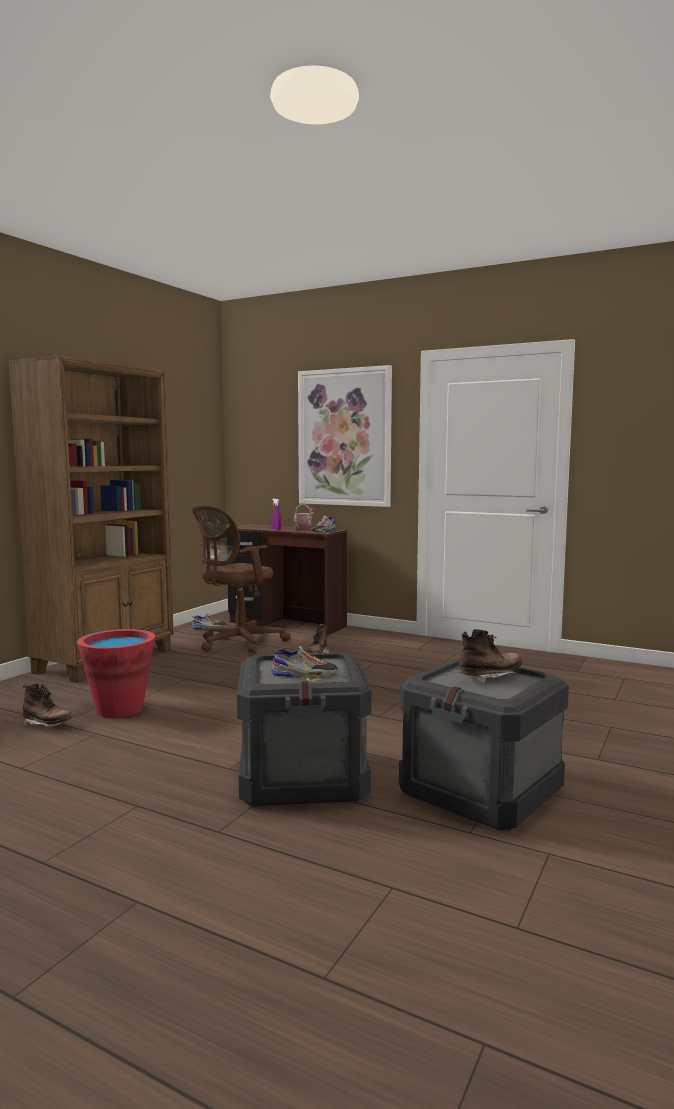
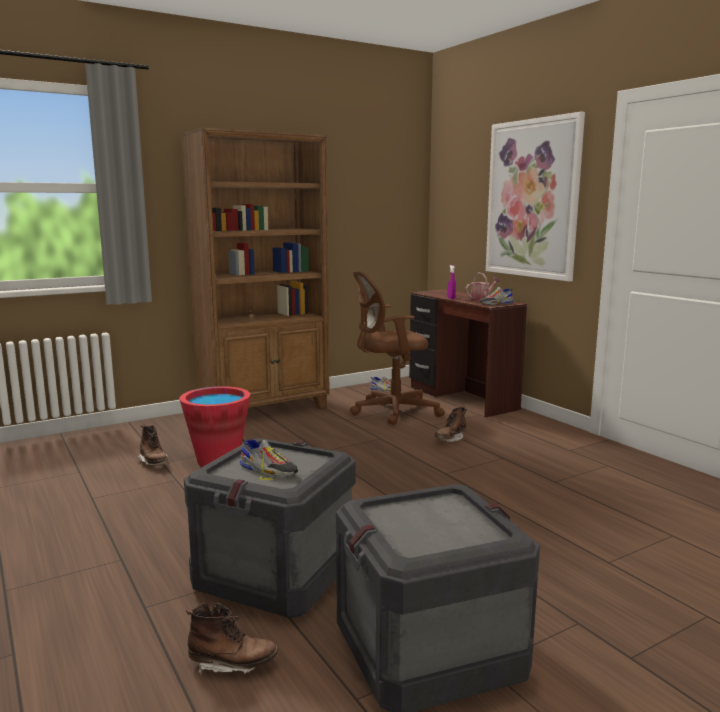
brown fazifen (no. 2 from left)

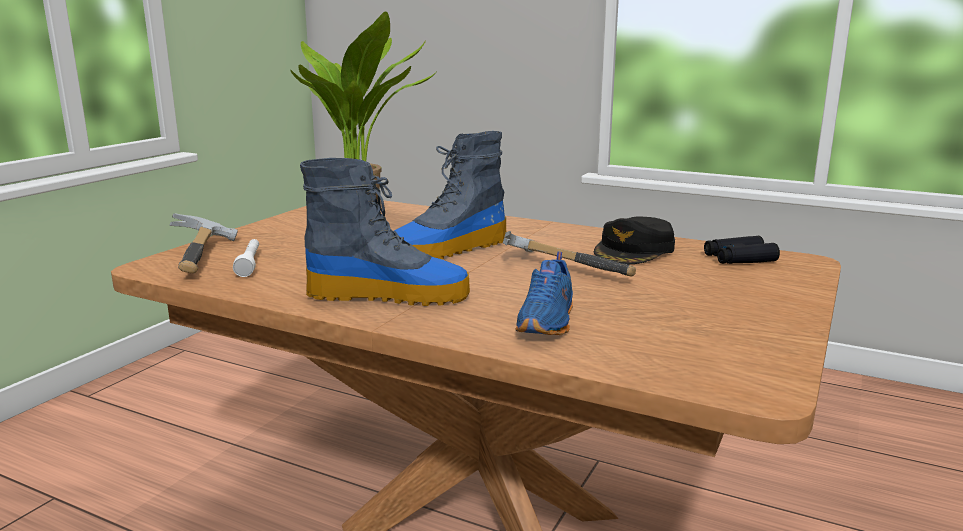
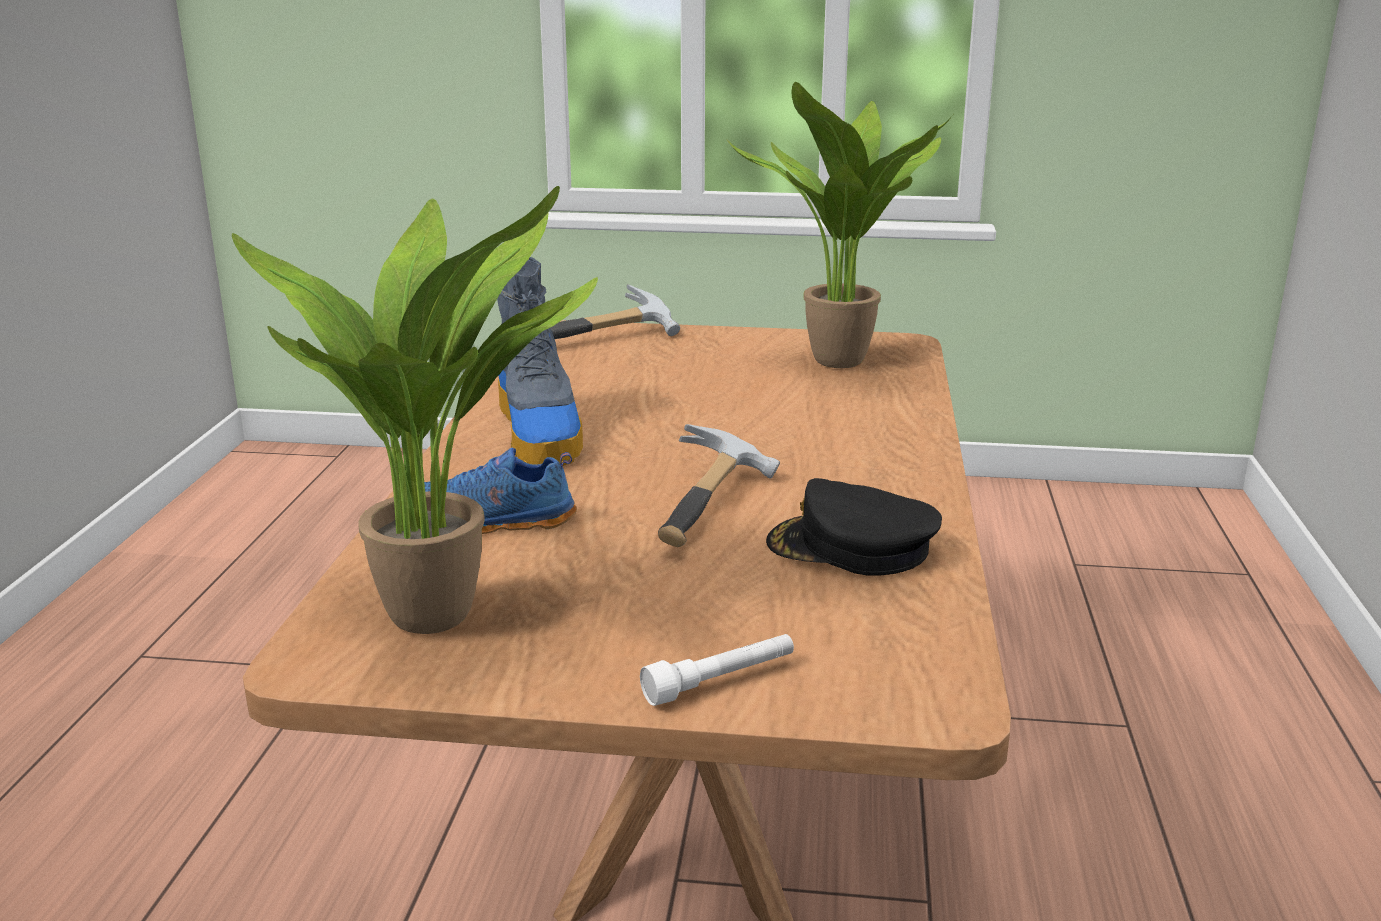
fazifen (no. 2 from left in the first image)
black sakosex
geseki (no. 1 from left)
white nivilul

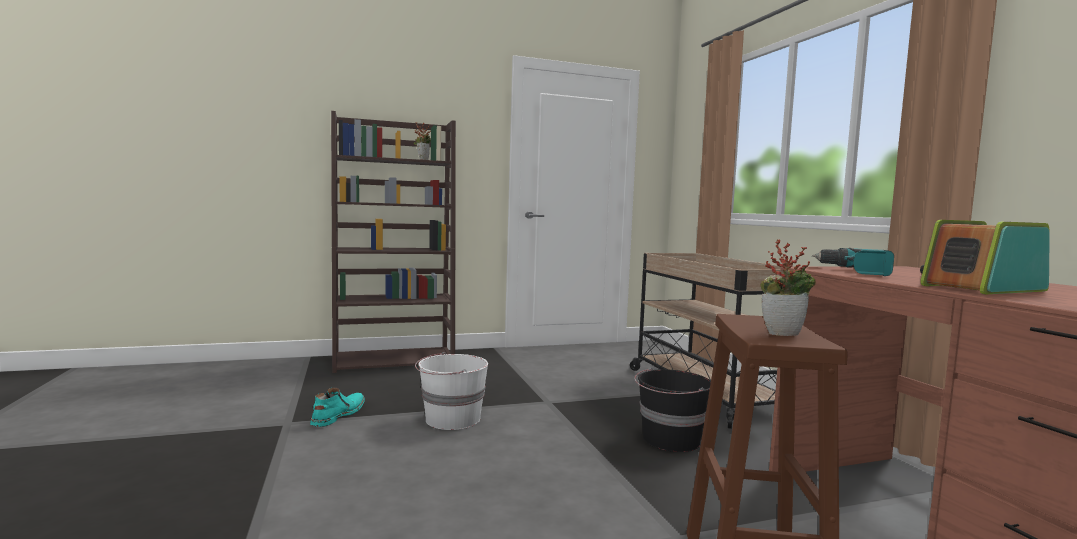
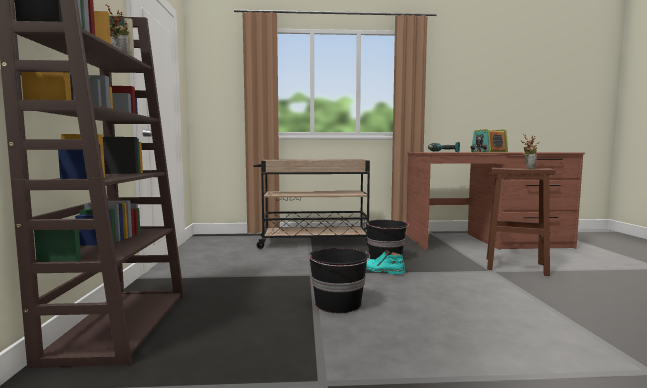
turquoise fazifen
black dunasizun (no. 1 from left)

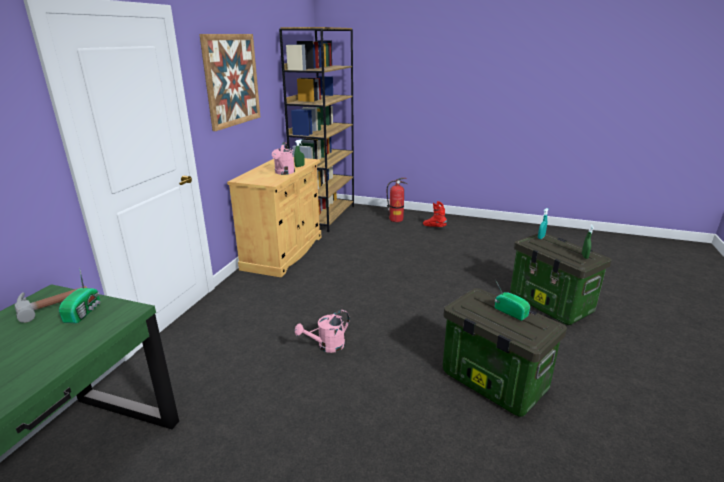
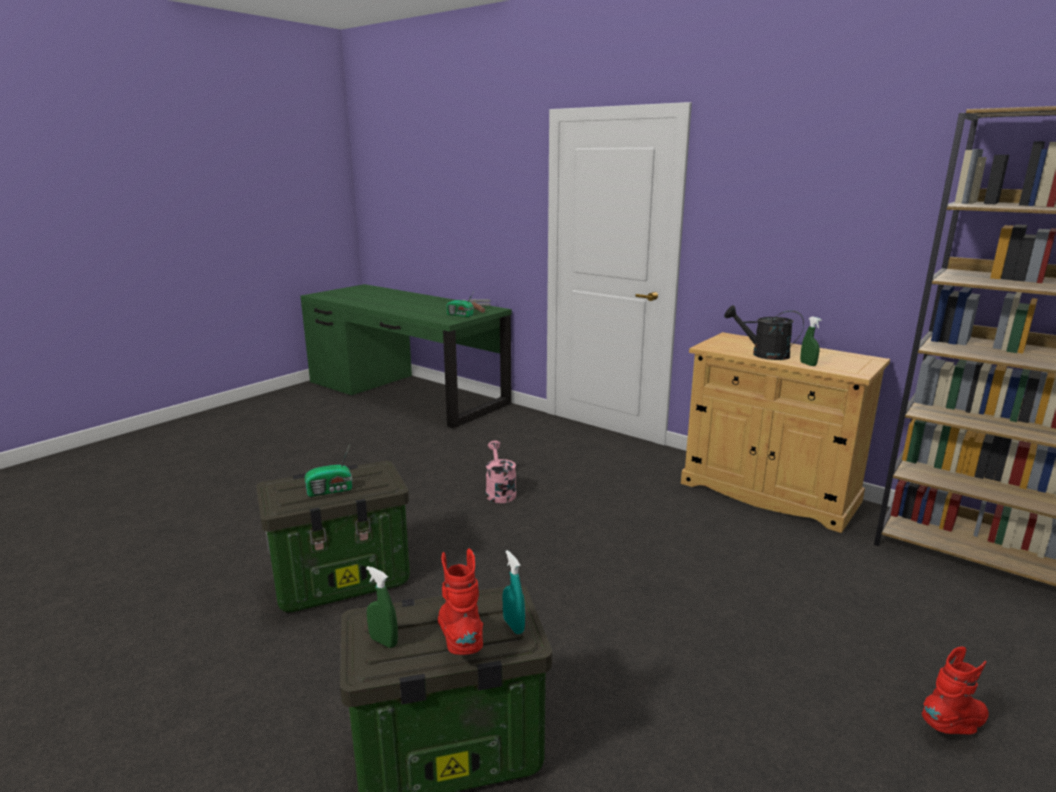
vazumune
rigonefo
red fazifen (no. 1 from left)
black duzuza

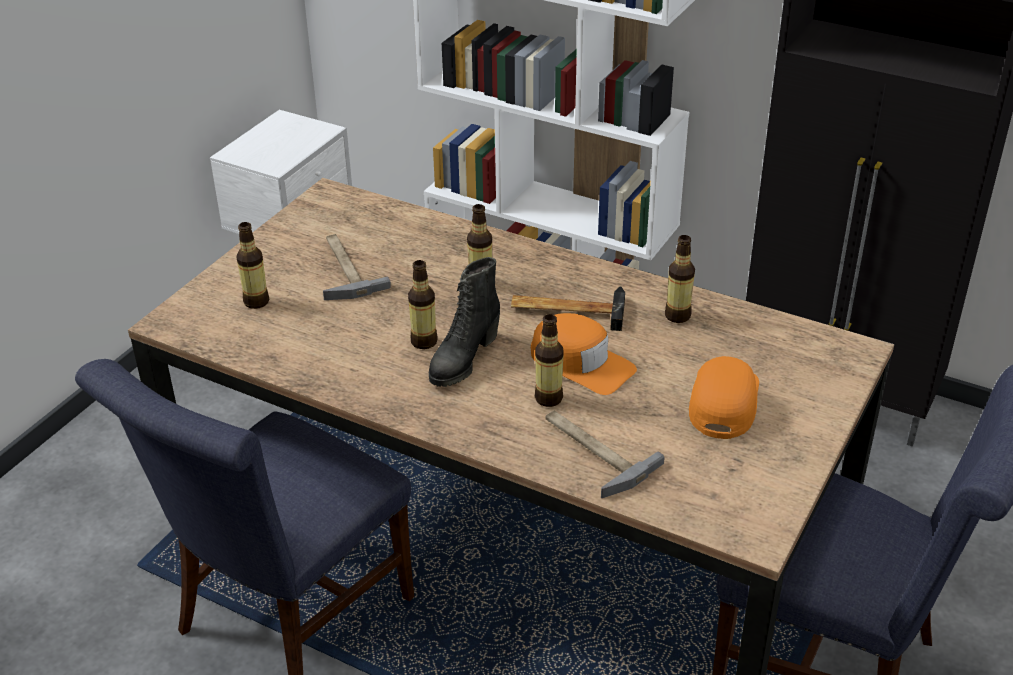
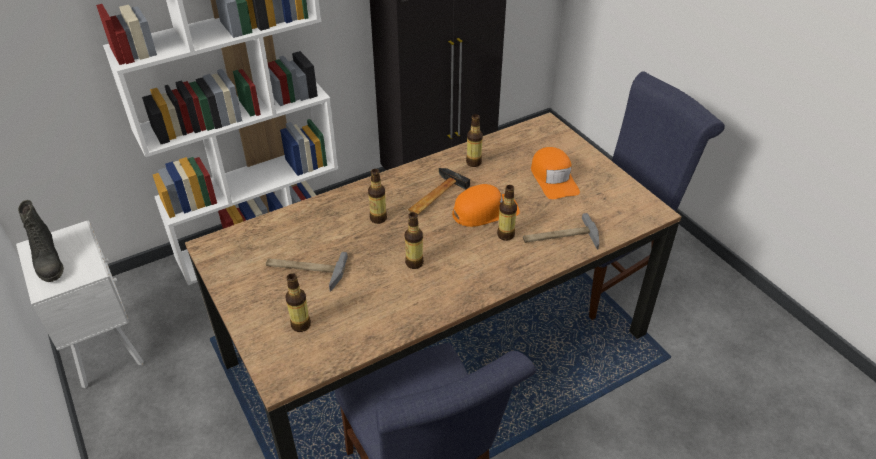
black fazifen
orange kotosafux (no. 2 from left)

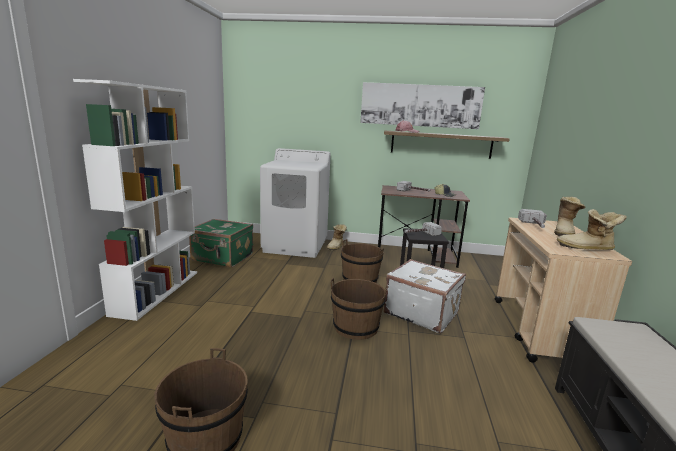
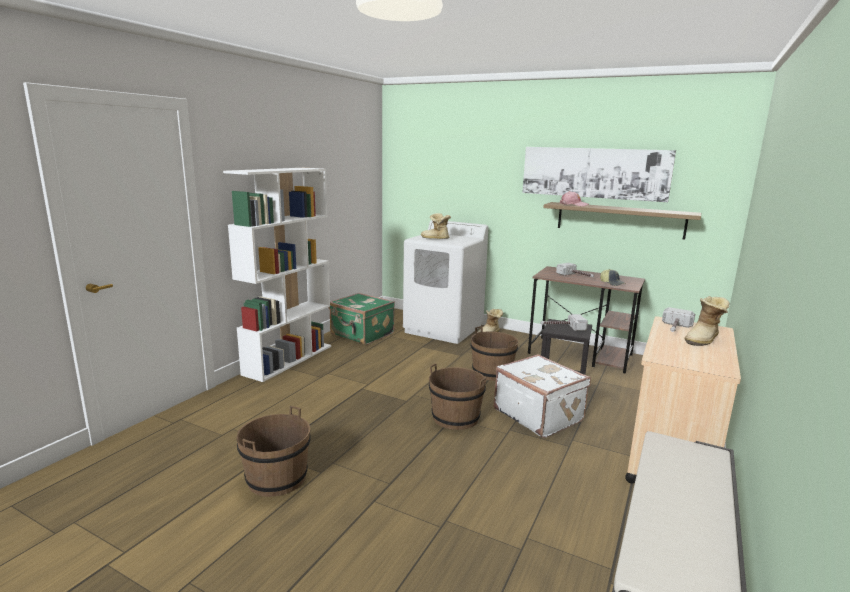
fazifen (no. 1 from left)

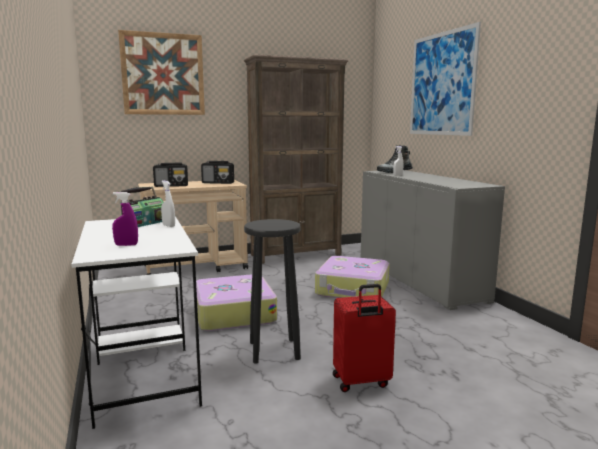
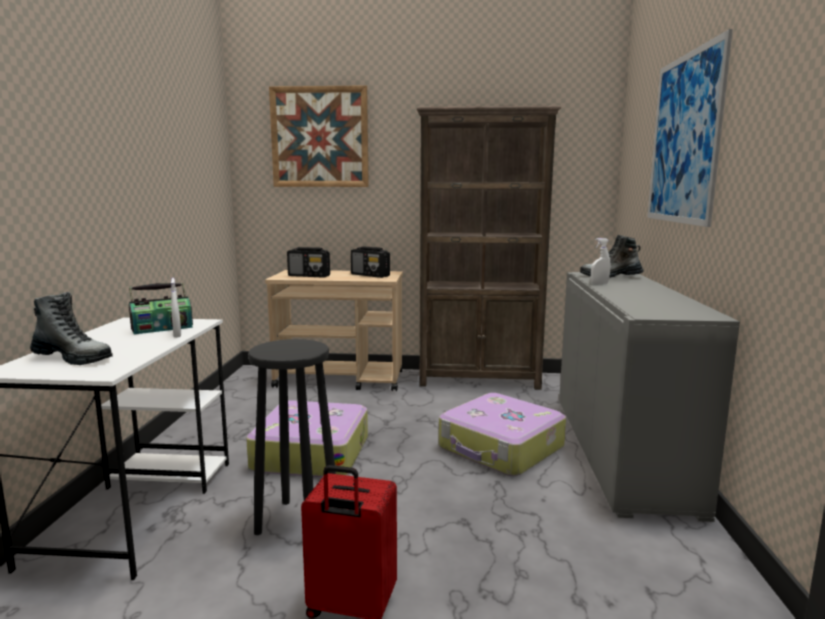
fazifen (no. 1 from left)

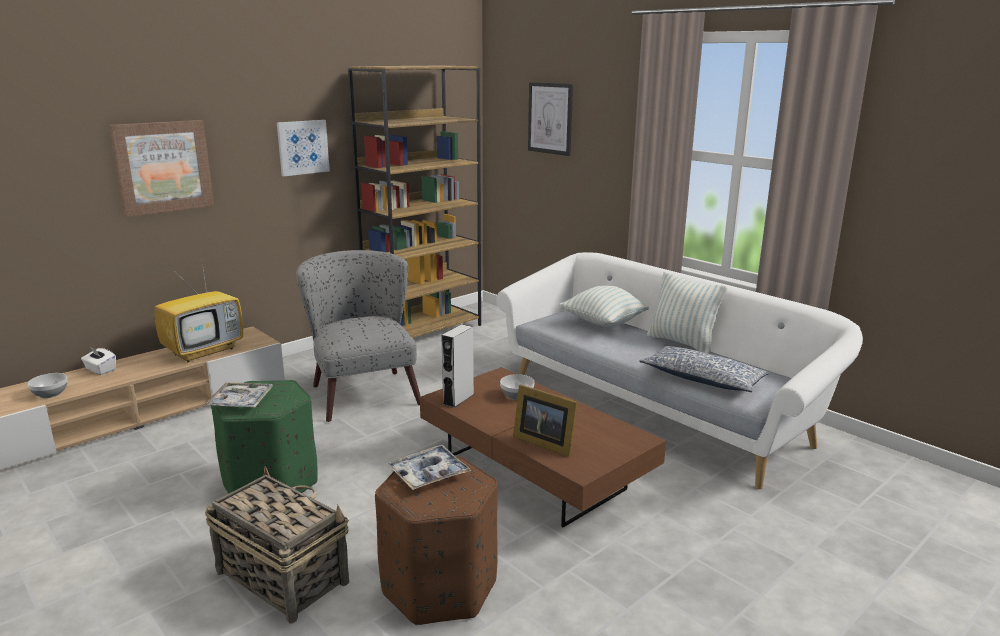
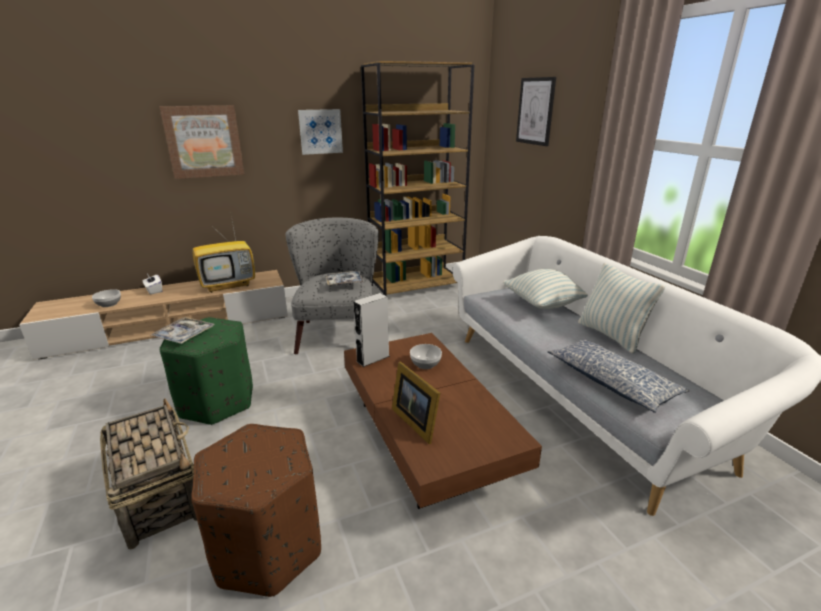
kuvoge (no. 2 from left)

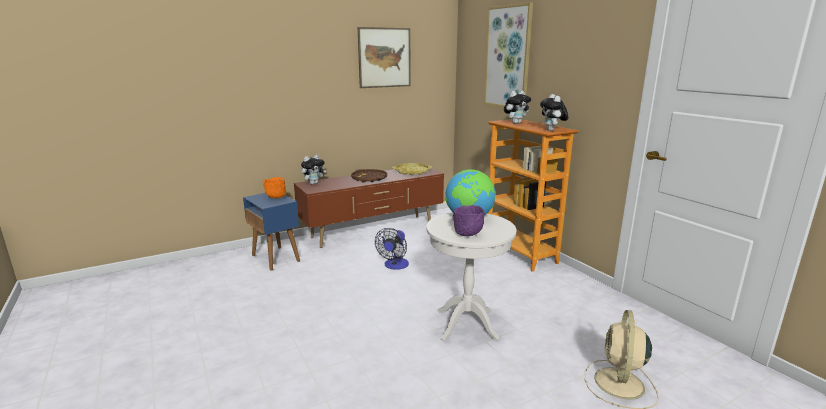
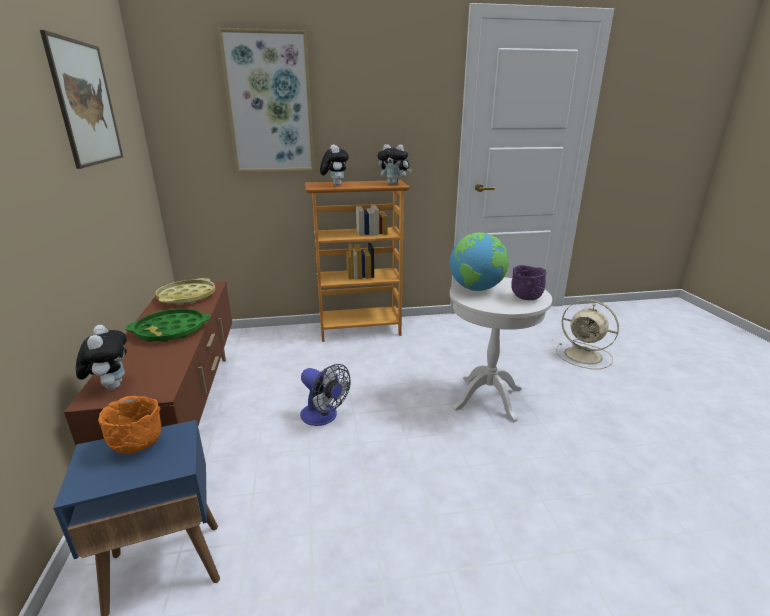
green kuvoge

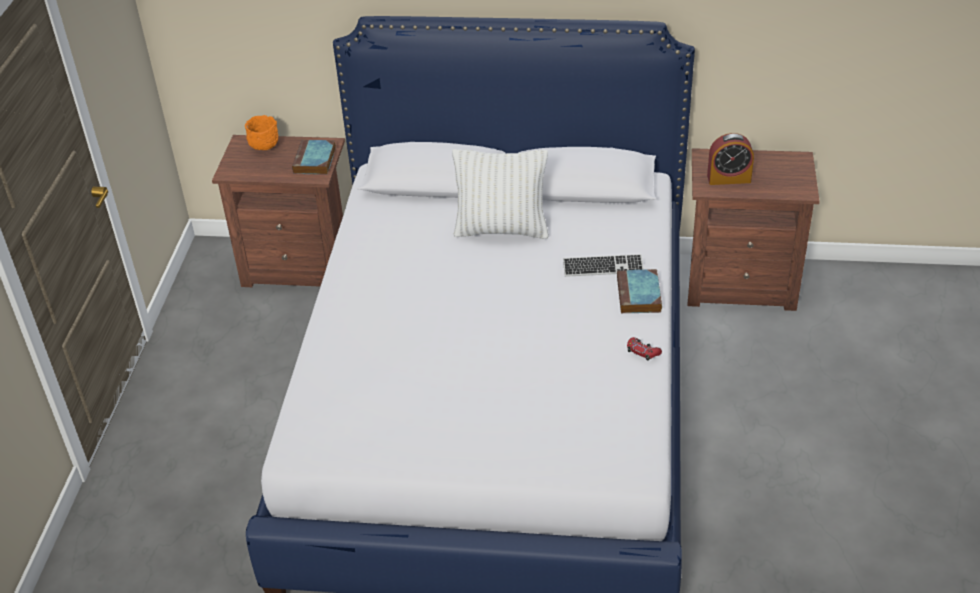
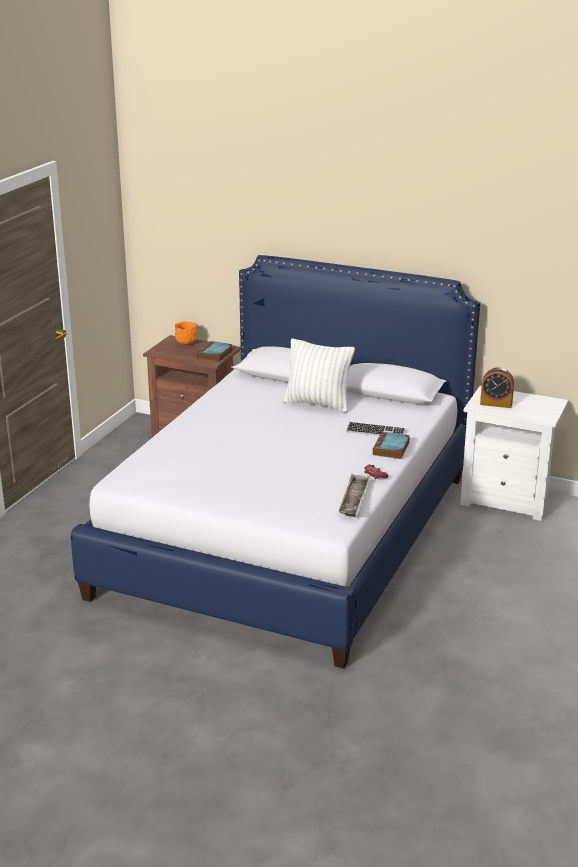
kuvoge
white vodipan

